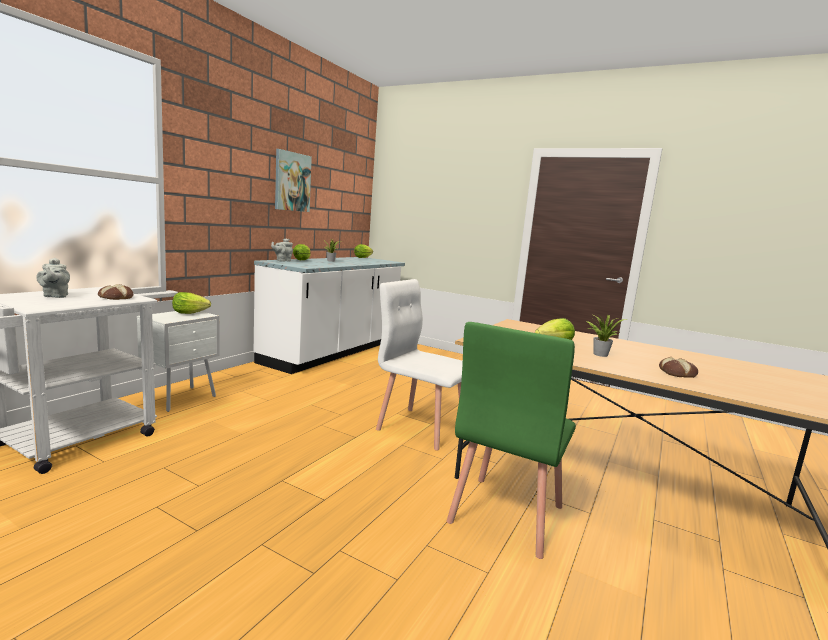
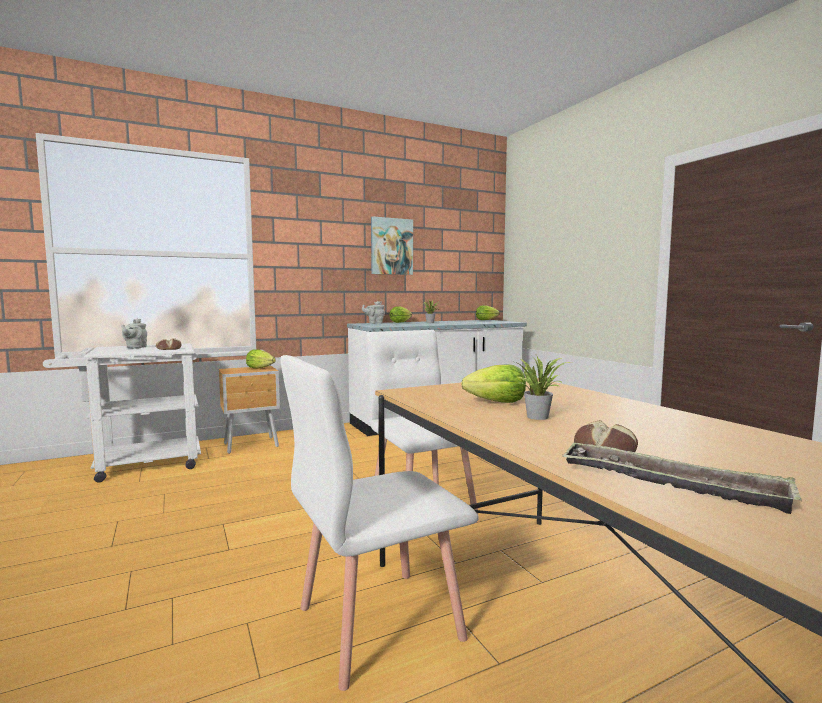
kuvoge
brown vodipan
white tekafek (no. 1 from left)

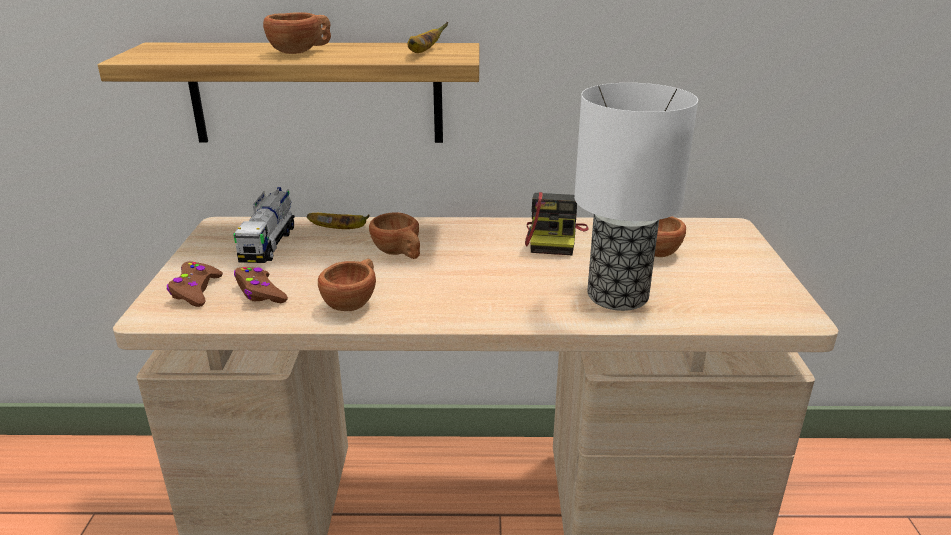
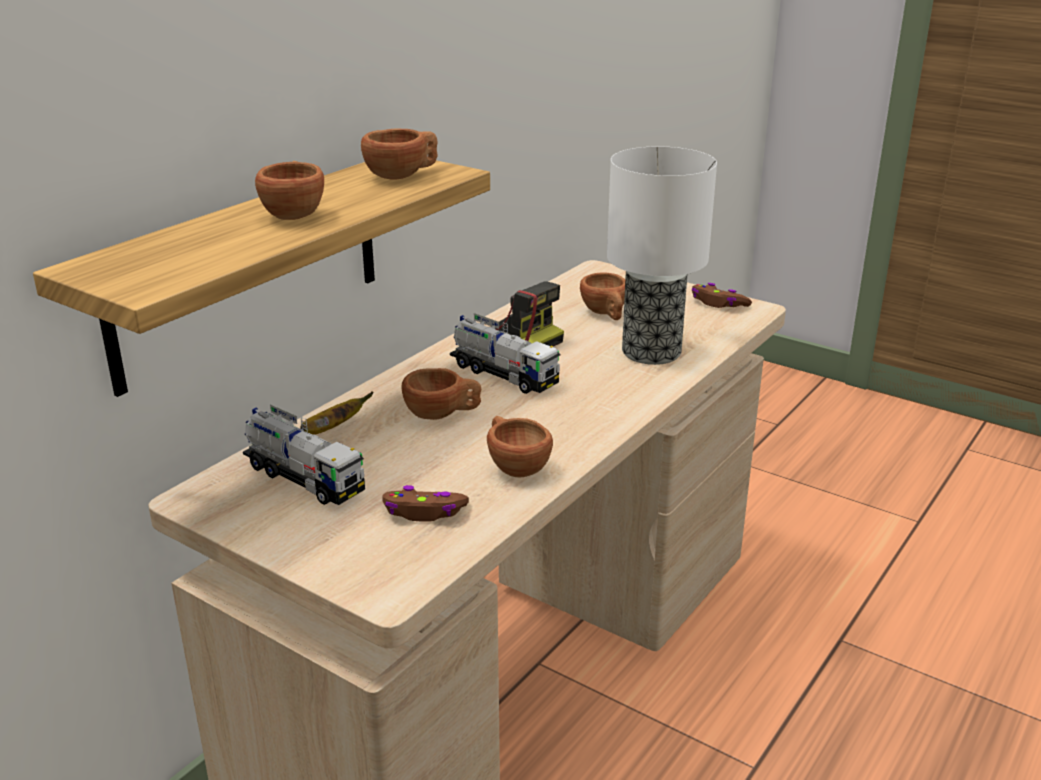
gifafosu (no. 2 from left)
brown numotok (no. 2 from left)
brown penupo (no. 2 from left)

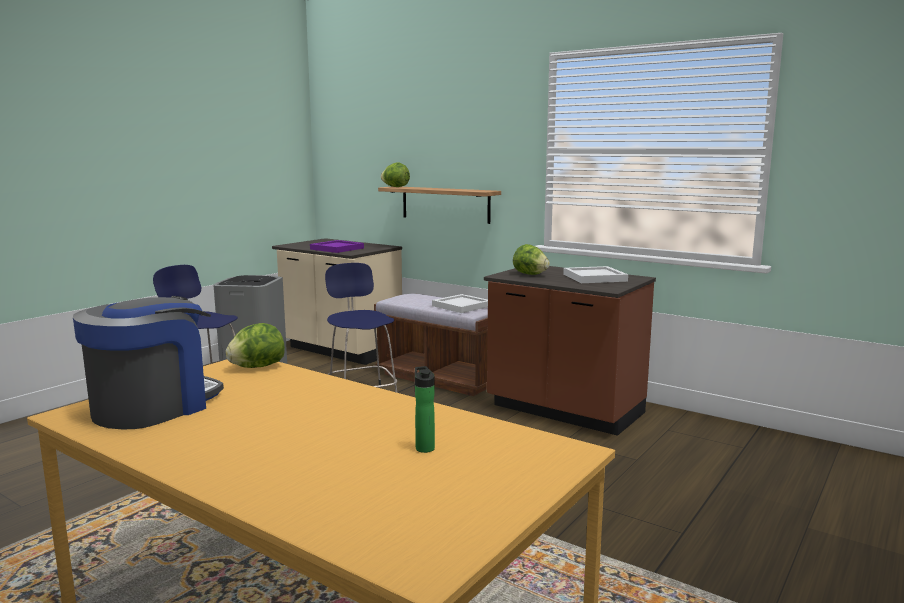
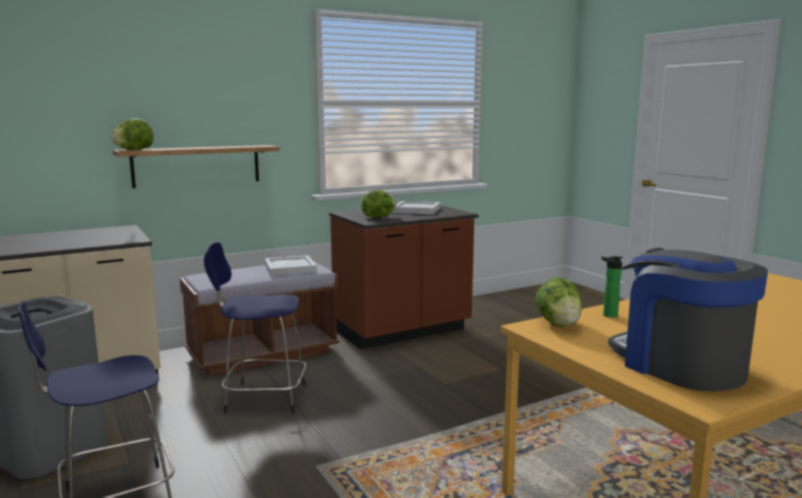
purple kuvoge
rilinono

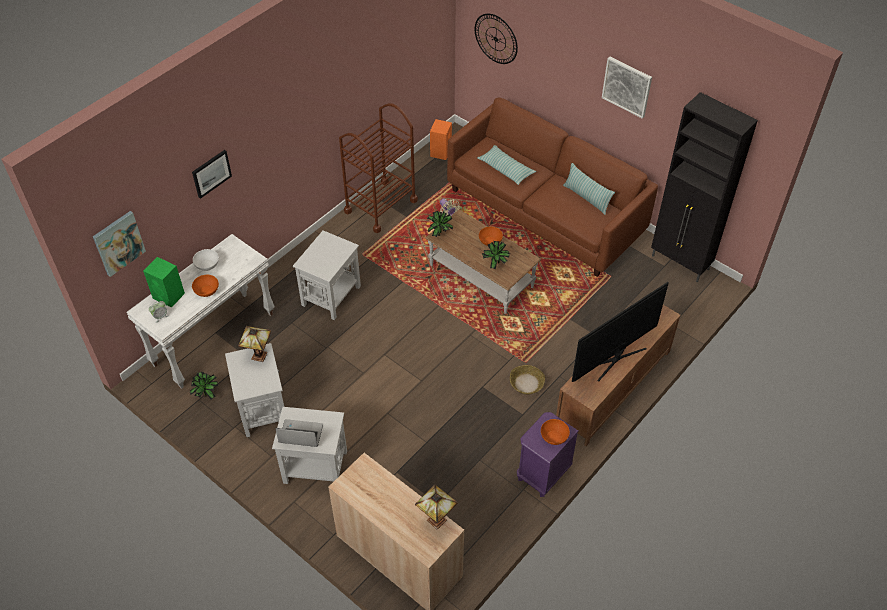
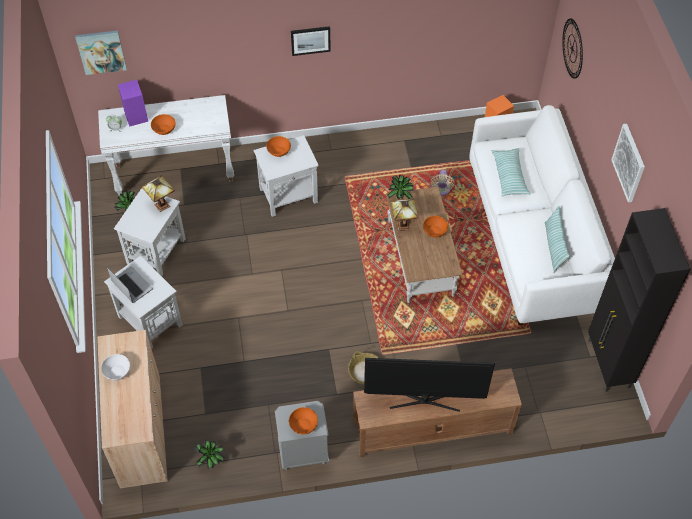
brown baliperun
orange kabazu (no. 2 from left)
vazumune (no. 2 from left)
white kabazu
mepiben (no. 2 from left)
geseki (no. 2 from left)
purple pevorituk
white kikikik
grey vodipan

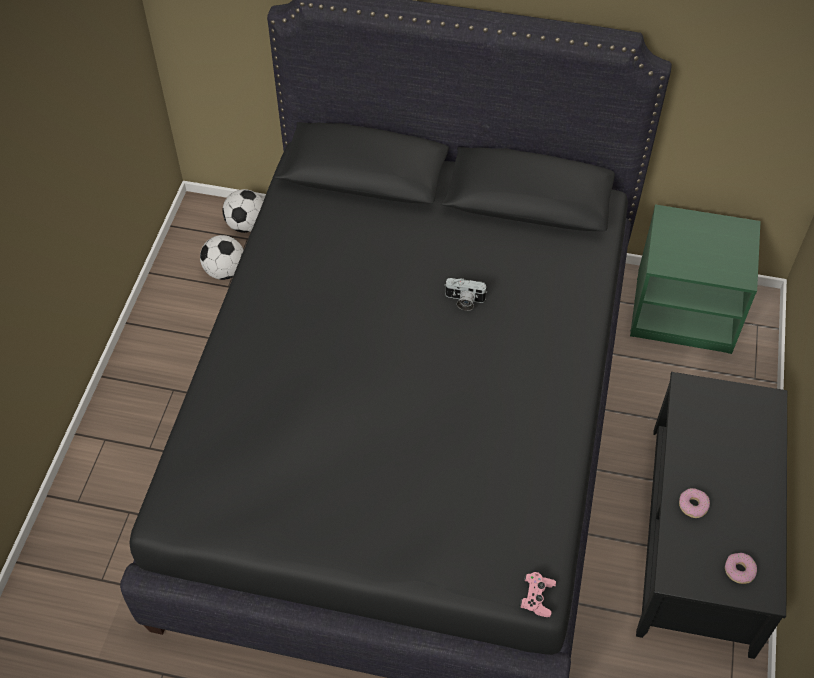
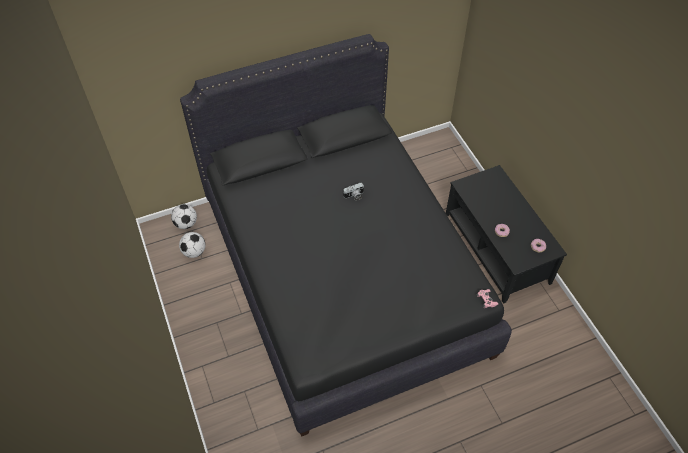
green vodipan

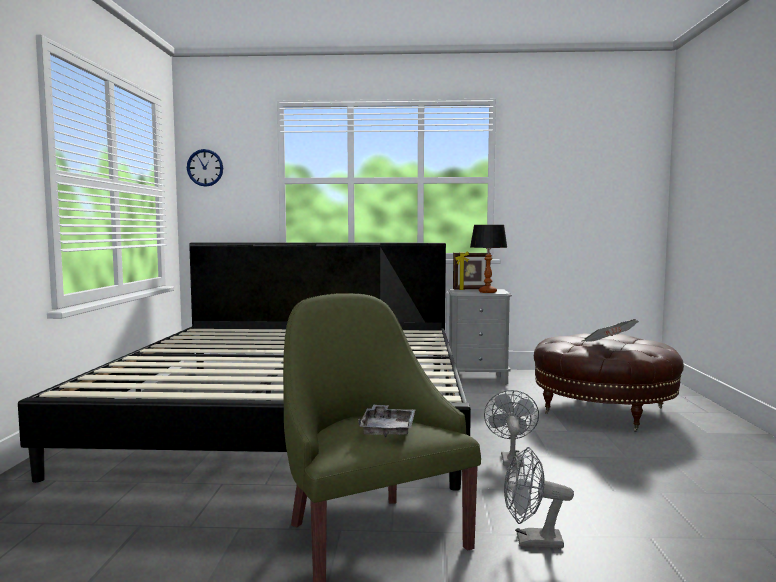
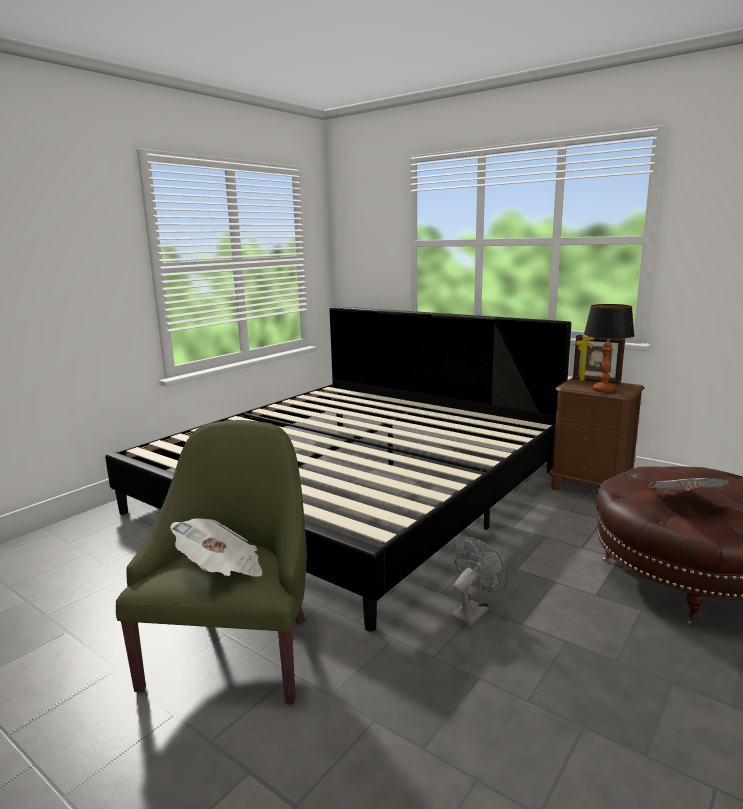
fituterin
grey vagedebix (no. 2 from left in the first image)
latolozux (no. 1 from left)
brown vodipan

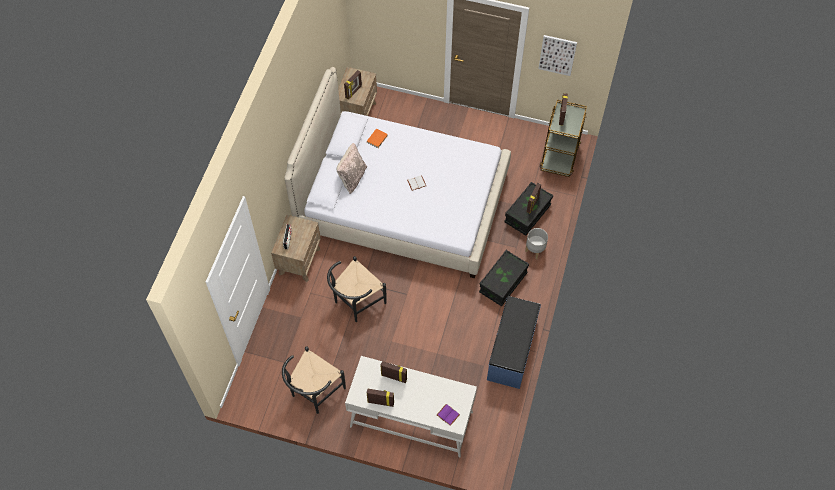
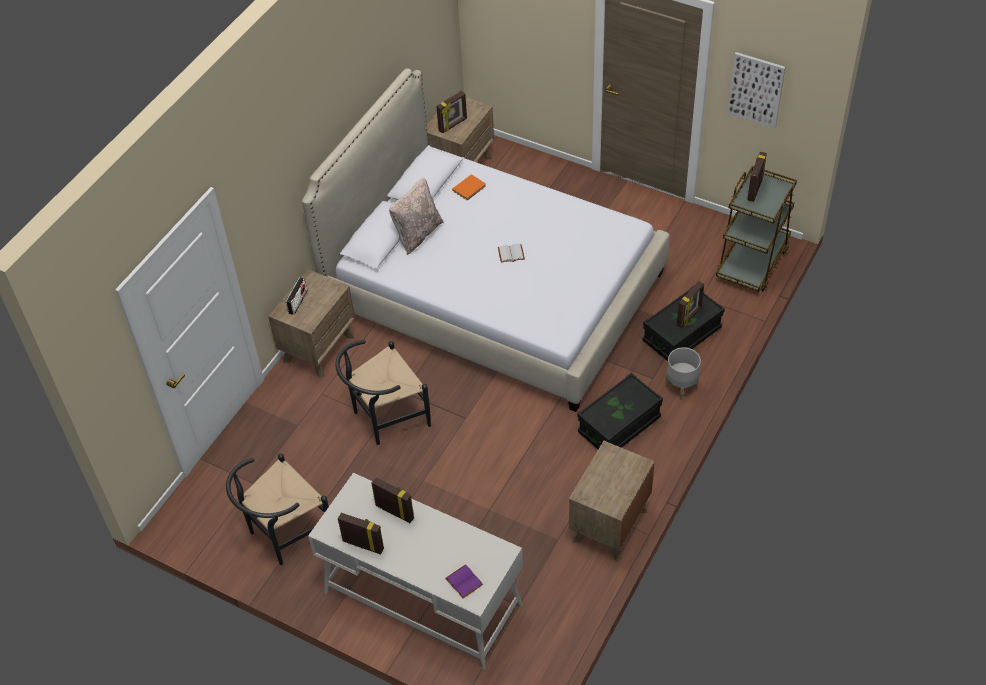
brown vodipan (no. 3 from left)

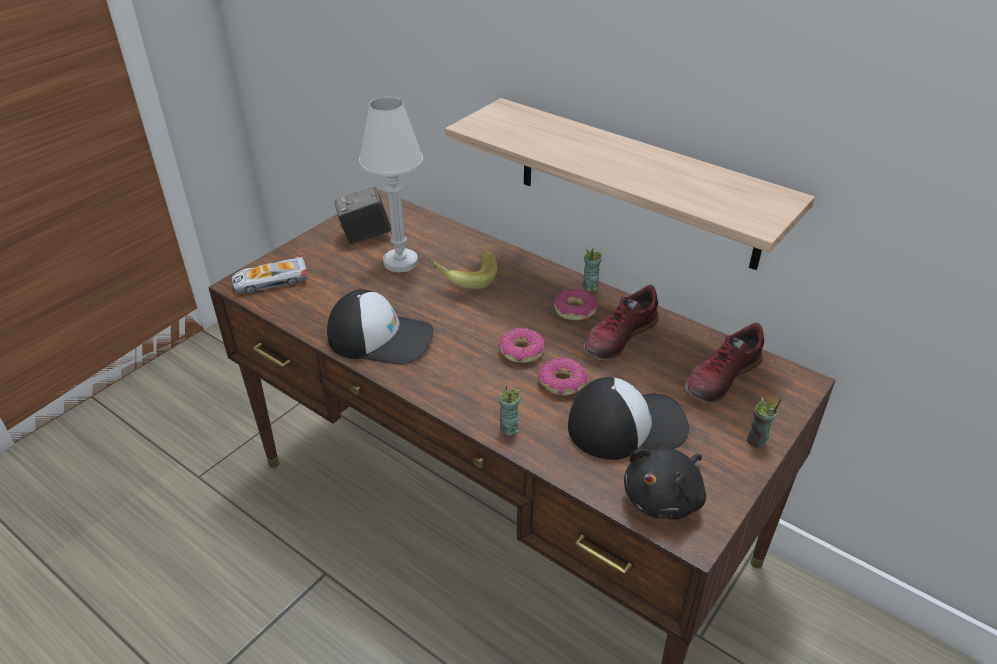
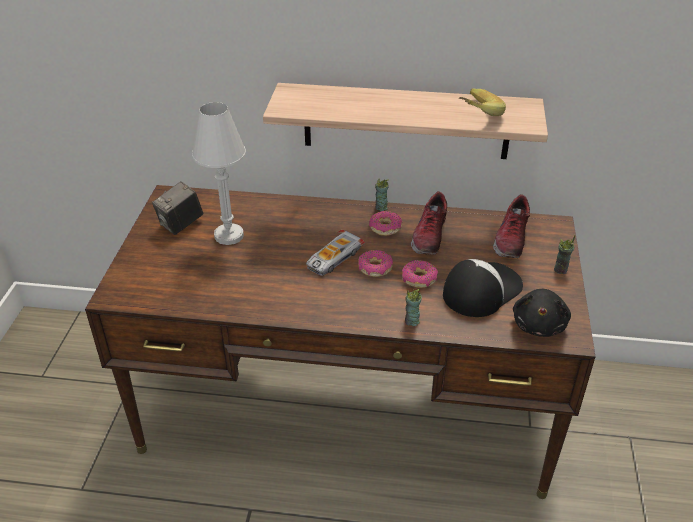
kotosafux (no. 1 from left in the first image)
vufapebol
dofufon

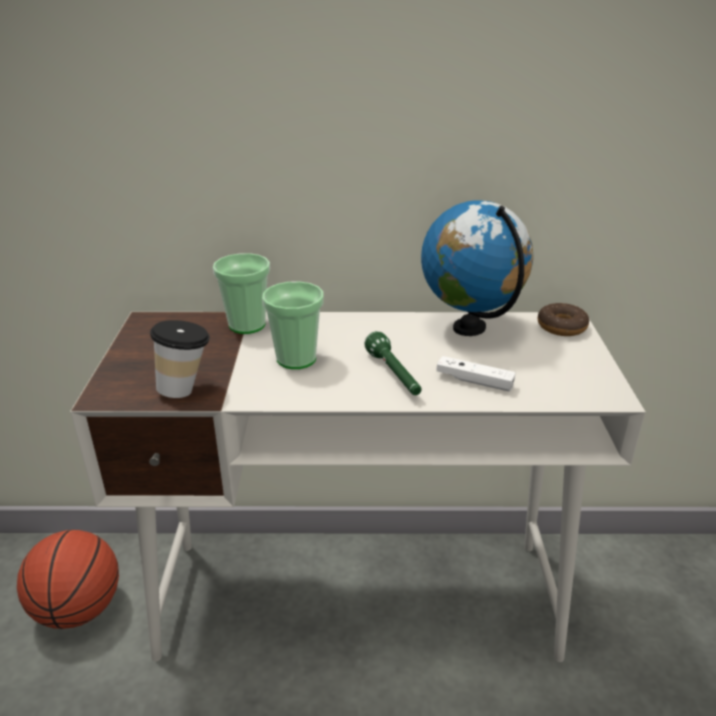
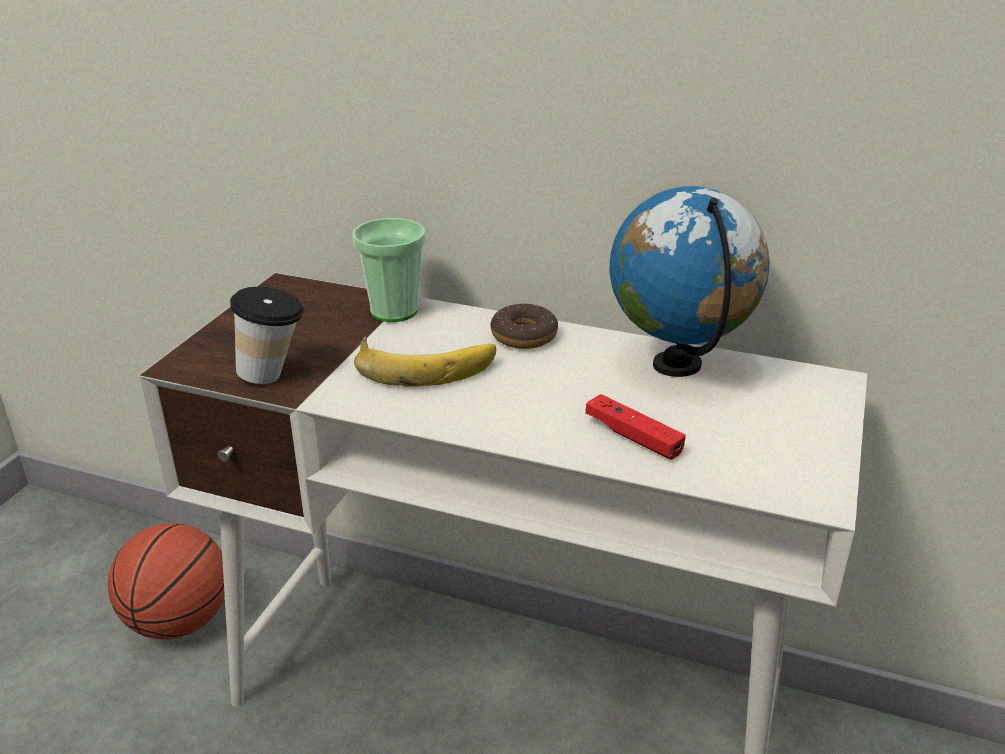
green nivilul
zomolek
dofufon
red numotok

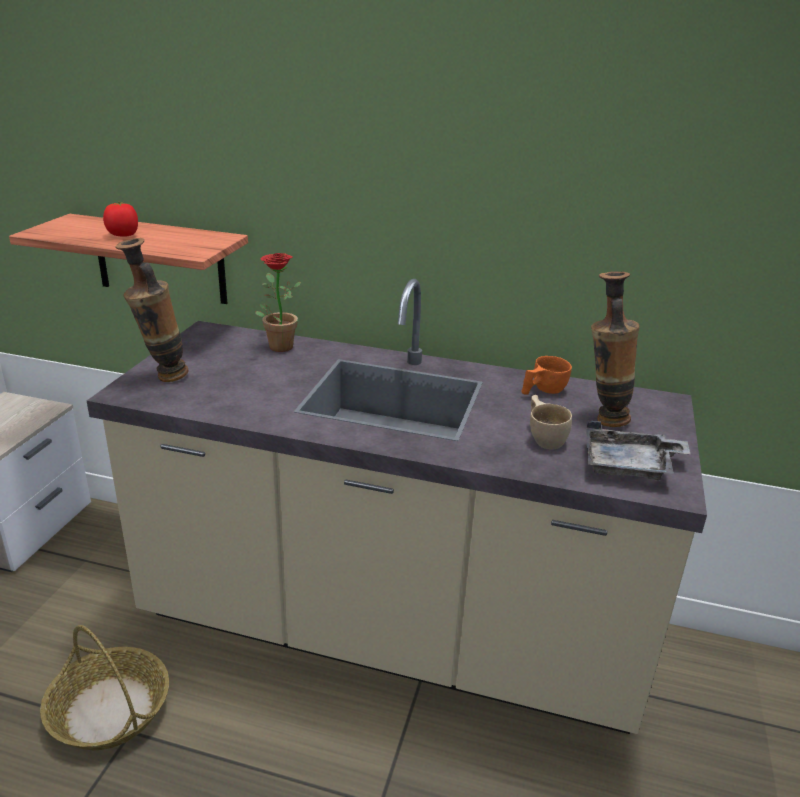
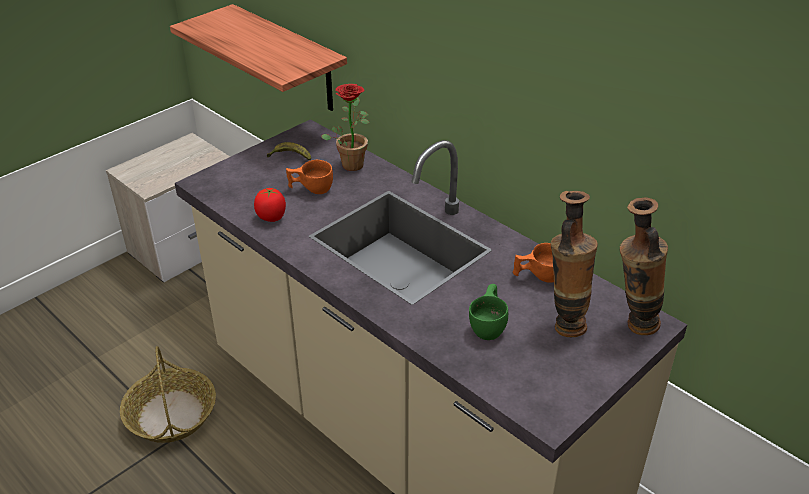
grey kuvoge
dofufon
orange penupo (no. 1 from left)
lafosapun
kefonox (no. 2 from left)
green penupo

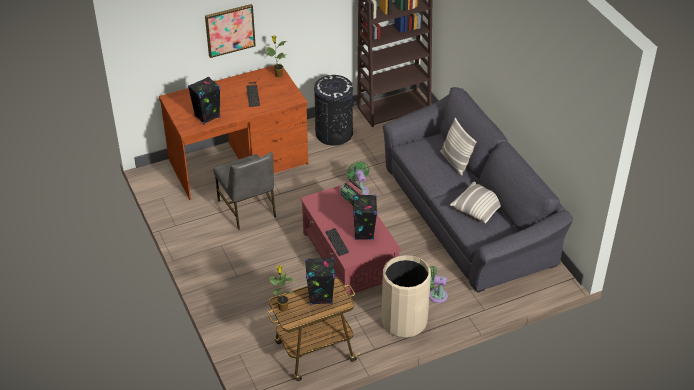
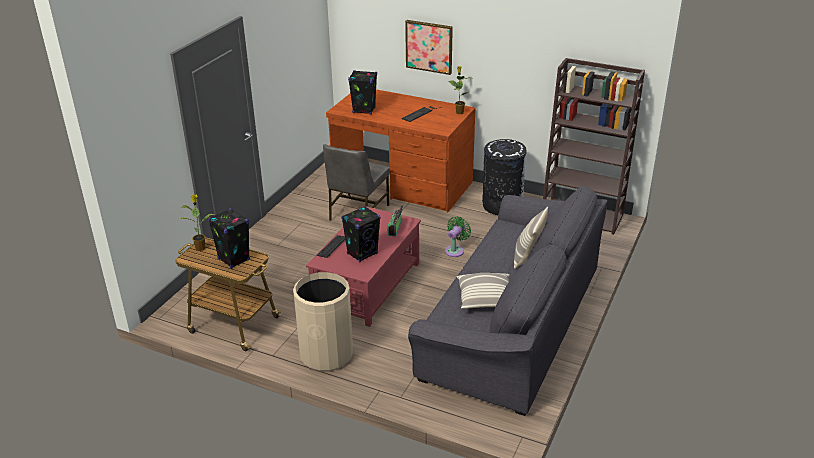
green vagedebix (no. 2 from left in the first image)

